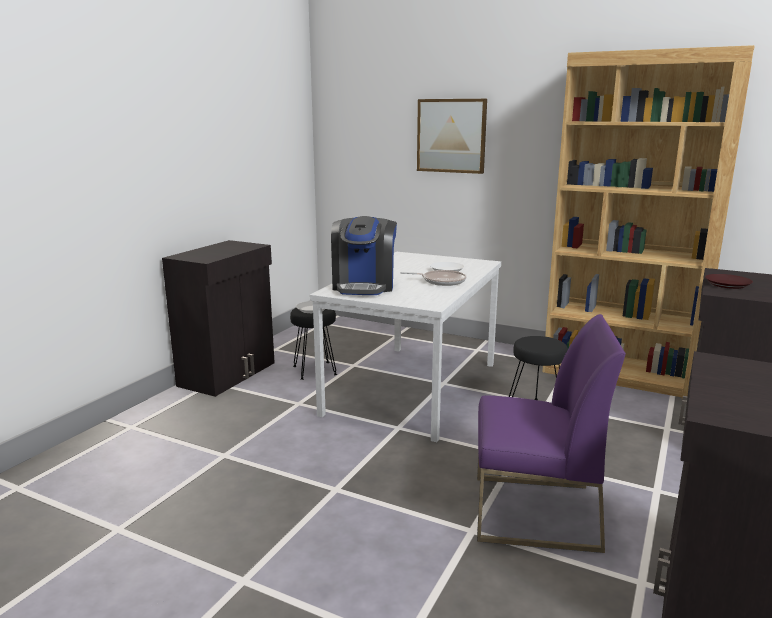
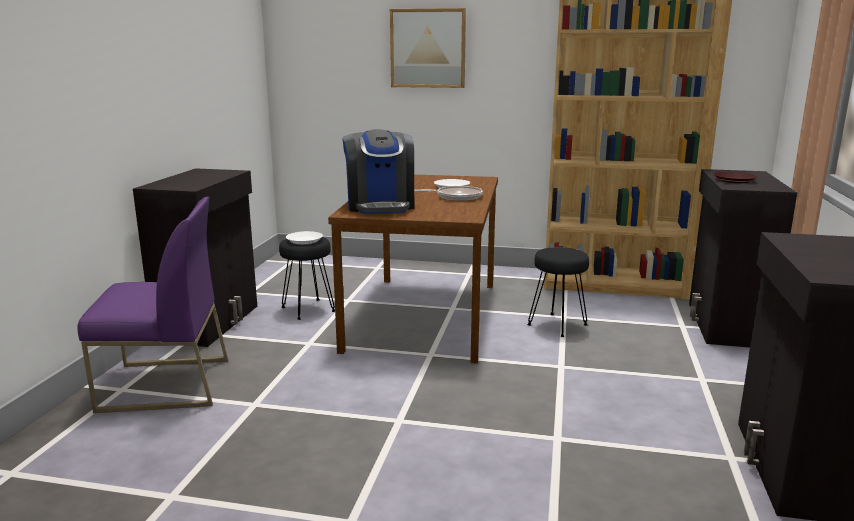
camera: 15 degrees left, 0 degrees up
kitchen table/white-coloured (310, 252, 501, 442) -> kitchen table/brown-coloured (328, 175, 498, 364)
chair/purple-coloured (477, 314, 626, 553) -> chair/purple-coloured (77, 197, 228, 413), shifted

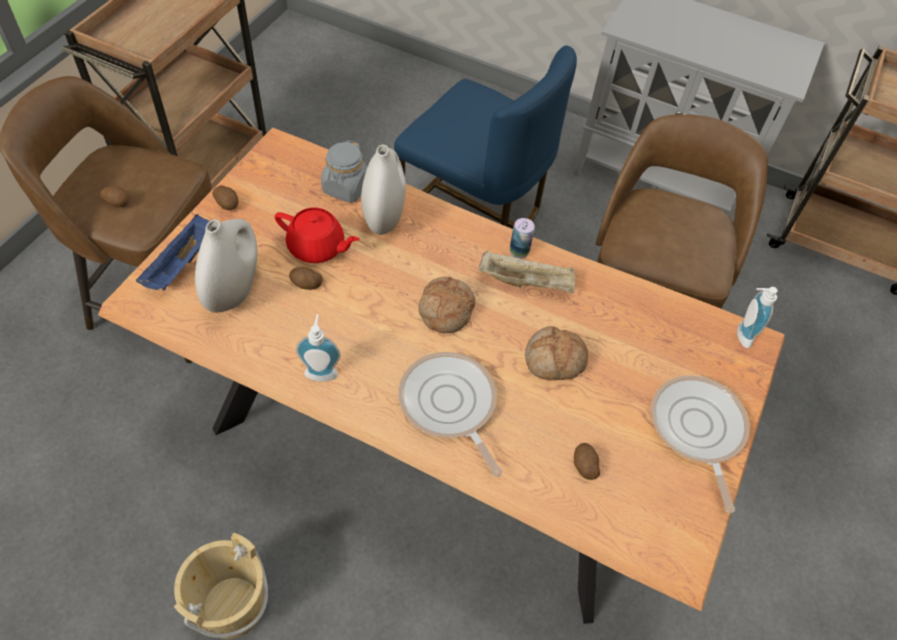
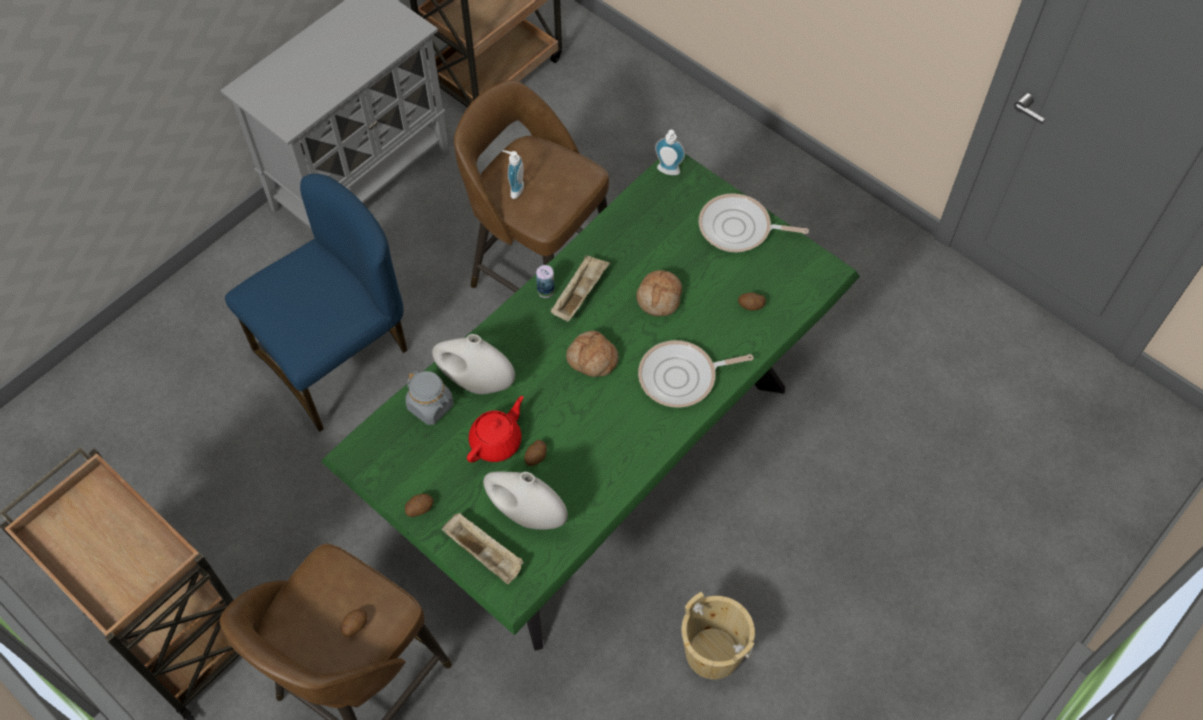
camera: 70 degrees left, 5 degrees up
kitchen table/brown-coloured (98, 127, 785, 624) -> kitchen table/green-coloured (321, 154, 860, 651)
tray/bluish (136, 214, 210, 290) -> tray/beige (442, 513, 523, 584)
soap bottle (296, 314, 341, 382) -> soap bottle (502, 150, 524, 199), shifted

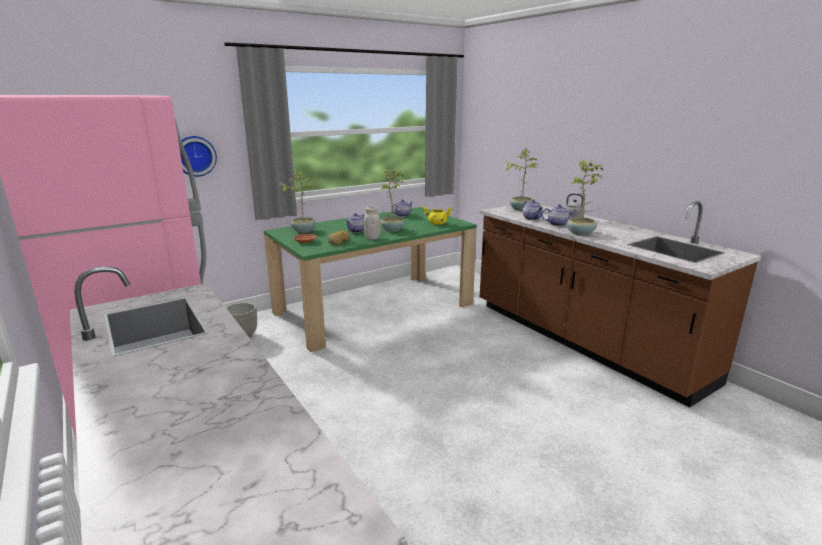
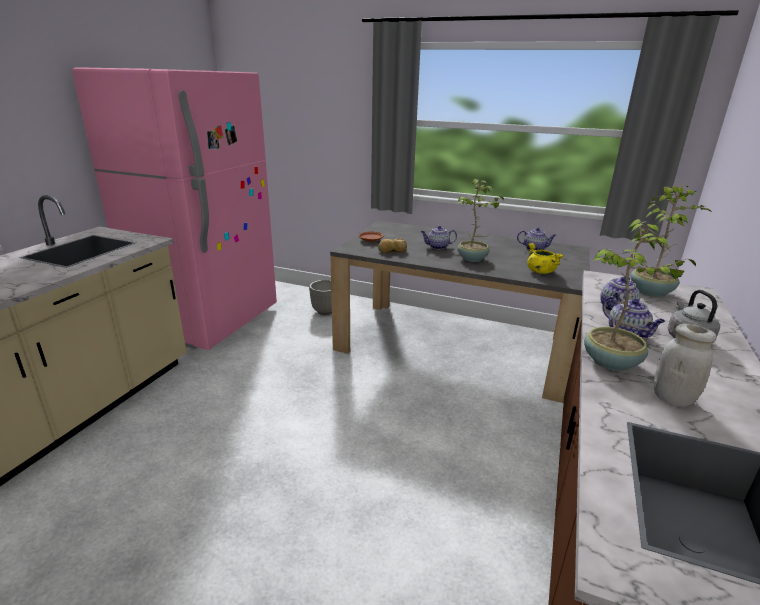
camera: 55 degrees right, 5 degrees up
wall clock (180, 136, 217, 177) -> none
potted plant (279, 170, 316, 233) -> none
kitchen table/green-coloured (264, 207, 477, 352) -> kitchen table/gray (330, 221, 590, 403)
jar/white-coloured (363, 207, 381, 240) -> jar/white-coloured (654, 323, 716, 407), shifted

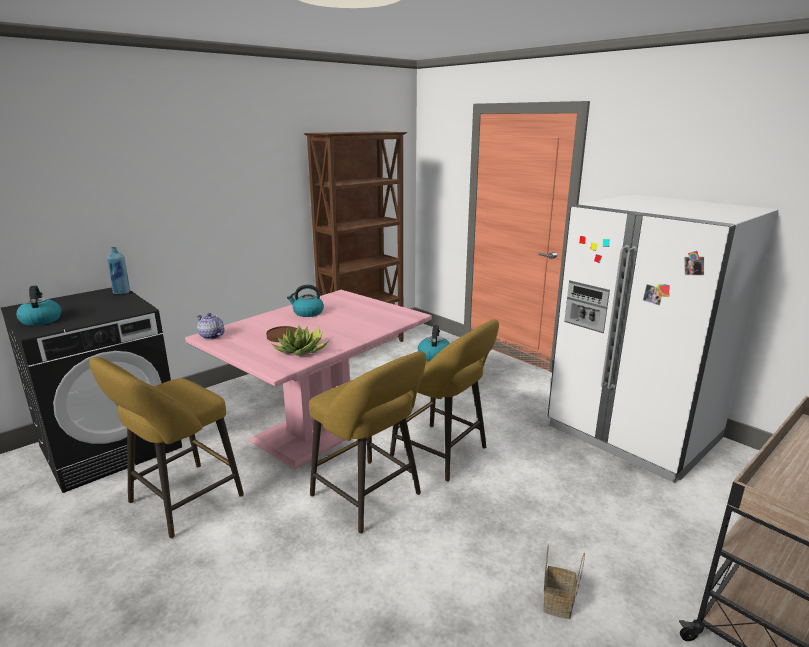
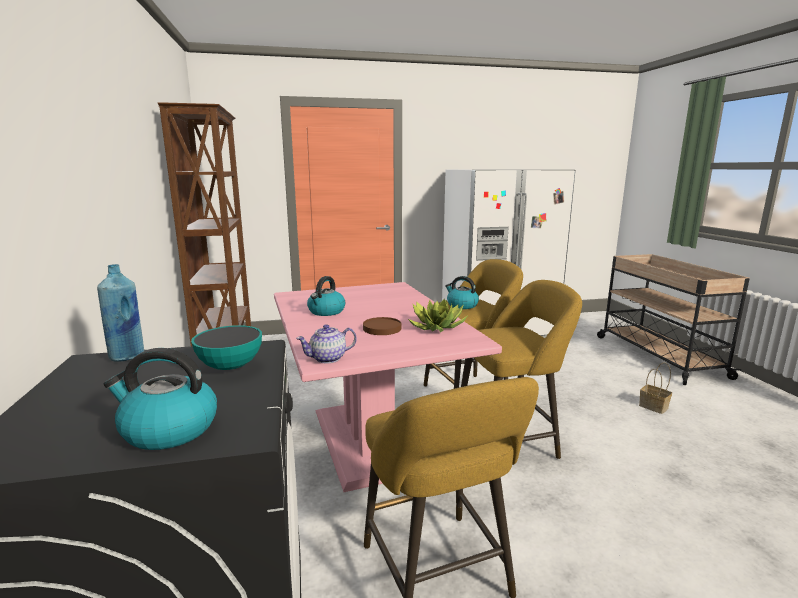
camera: 60 degrees left, 5 degrees down
none -> deep dish (191, 325, 262, 370)

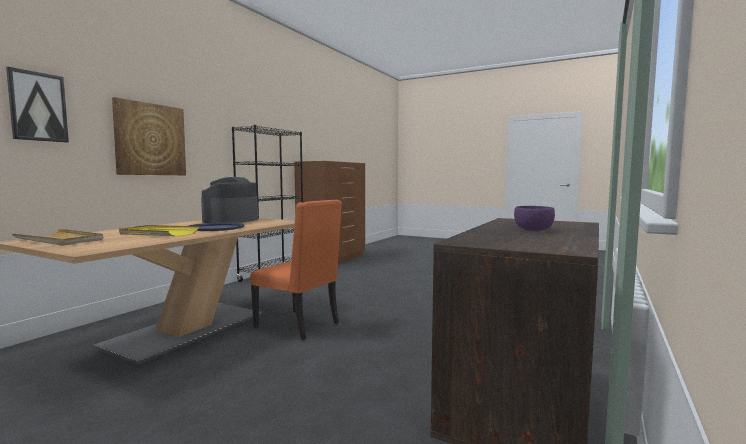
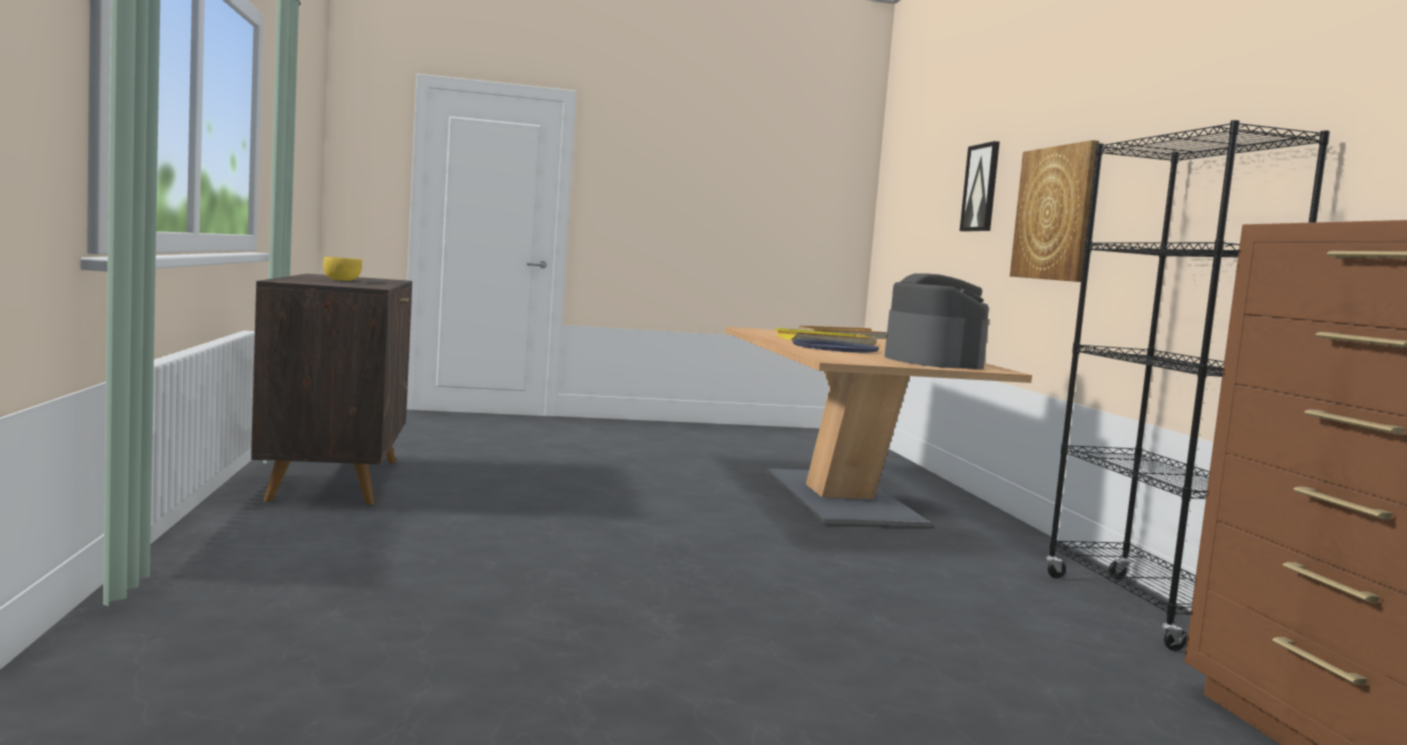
camera: 140 degrees right, 0 degrees up
chair/orangey (250, 200, 342, 340) -> none
deep dish/purple-coloured (514, 206, 555, 231) -> deep dish/yellow (323, 257, 362, 281)

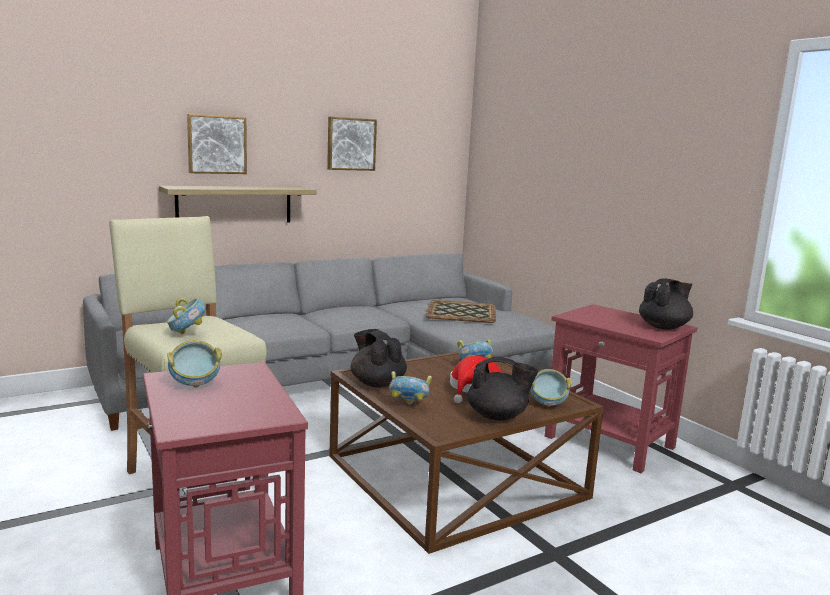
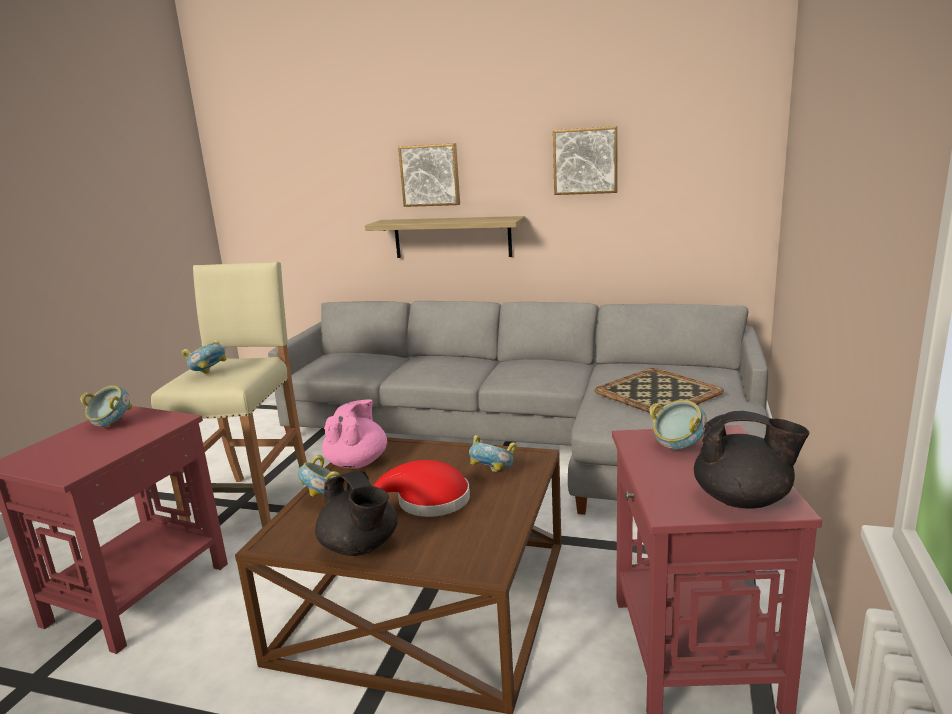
camera: 50 degrees right, 5 degrees up
pot for tea/black (350, 329, 407, 388) -> pot for tea/pink (322, 399, 387, 469)
deep dish (530, 369, 572, 407) -> deep dish (649, 400, 707, 450), shifted

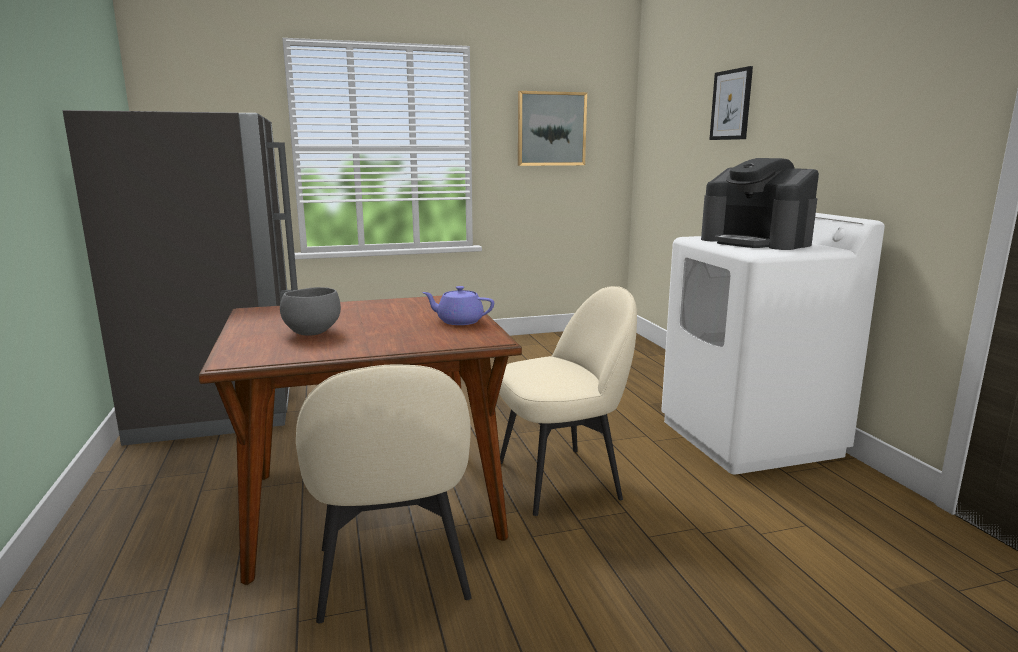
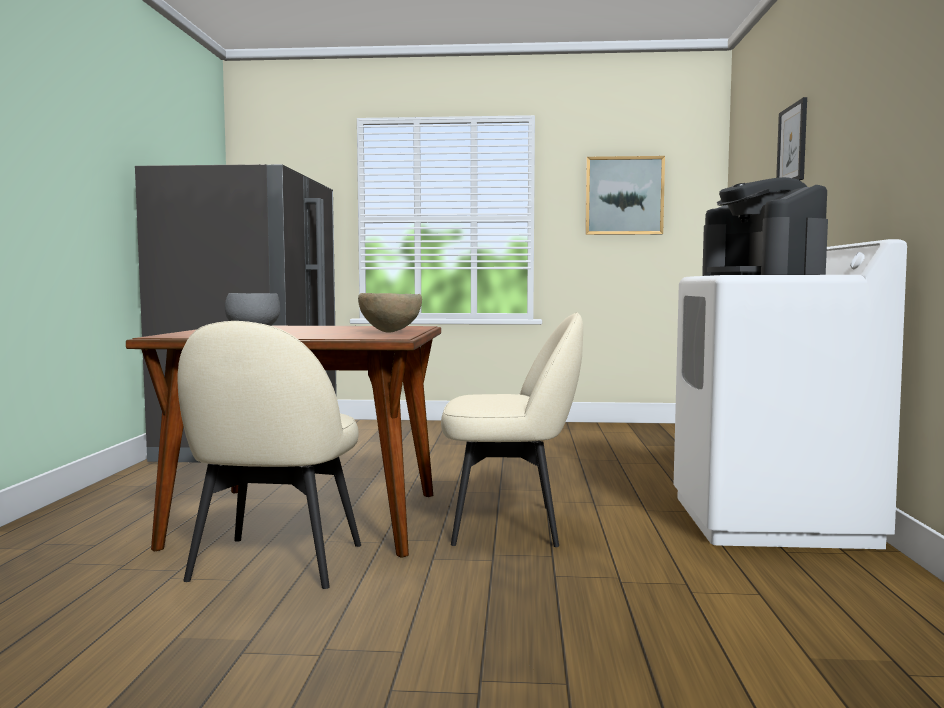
camera: 20 degrees right, 10 degrees down
pot for tea/purple-coloured (422, 286, 494, 325) -> deep dish/brown-coloured (358, 293, 422, 333)

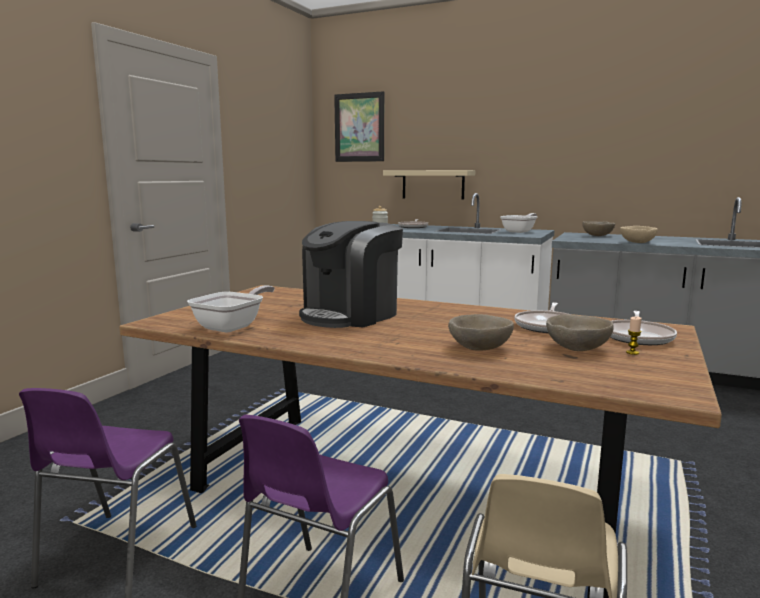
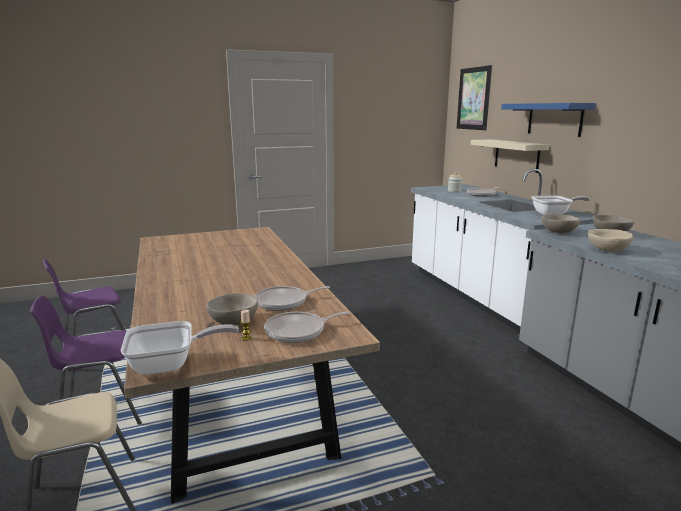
camera: 45 degrees right, 5 degrees up
coffee maker (299, 221, 403, 328) -> none
skillet (187, 285, 275, 332) -> skillet (121, 321, 239, 375), shifted
deep dish/beige (448, 314, 514, 351) -> deep dish/beige (541, 214, 581, 233), shifted
none -> bracket shelf/bluish (501, 103, 596, 137)

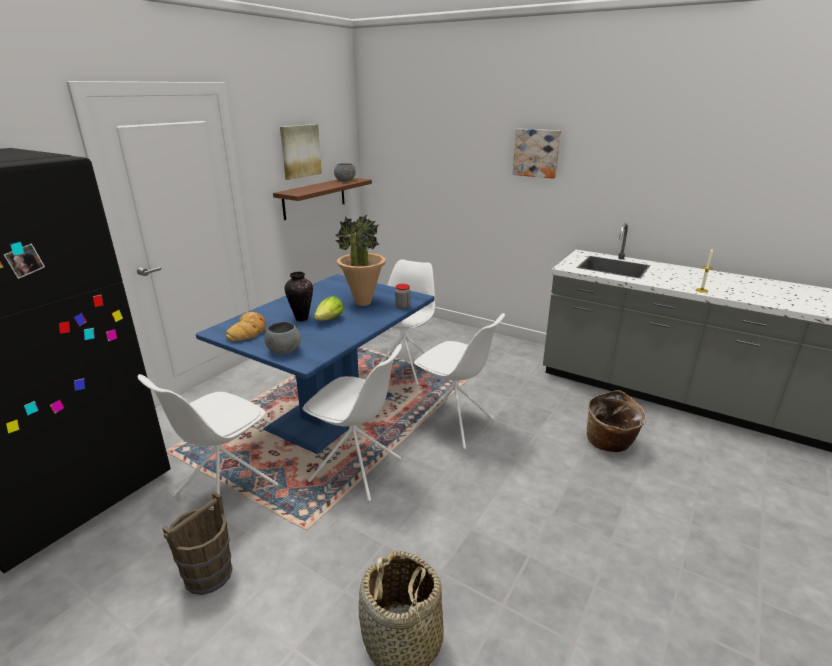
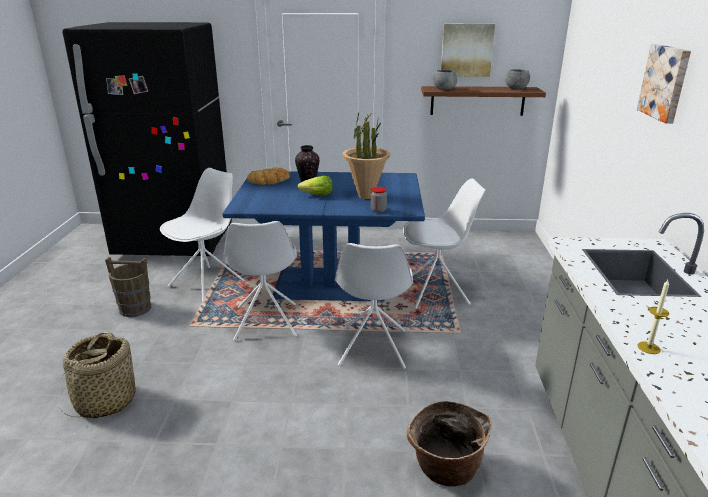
camera: 60 degrees right, 0 degrees up
deep dish/gray (265, 321, 301, 354) -> deep dish/gray (433, 70, 457, 90), shifted
chair/white-coloured (138, 374, 279, 498) -> chair/white-coloured (160, 168, 244, 303), 120 degrees clockwise

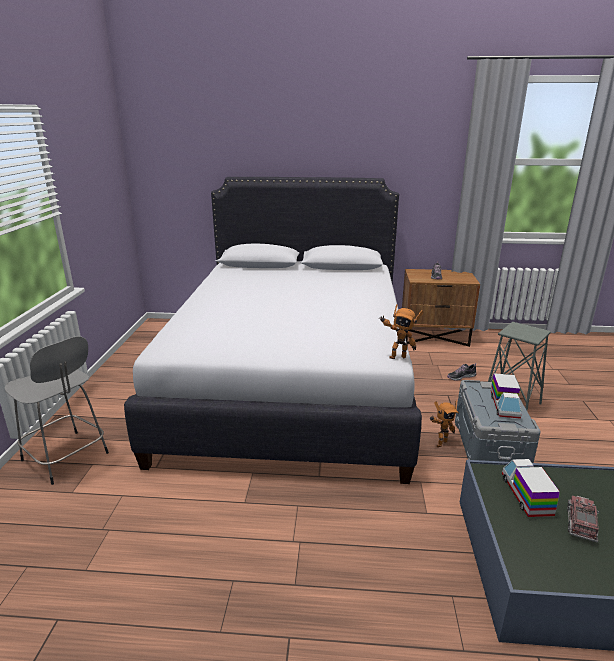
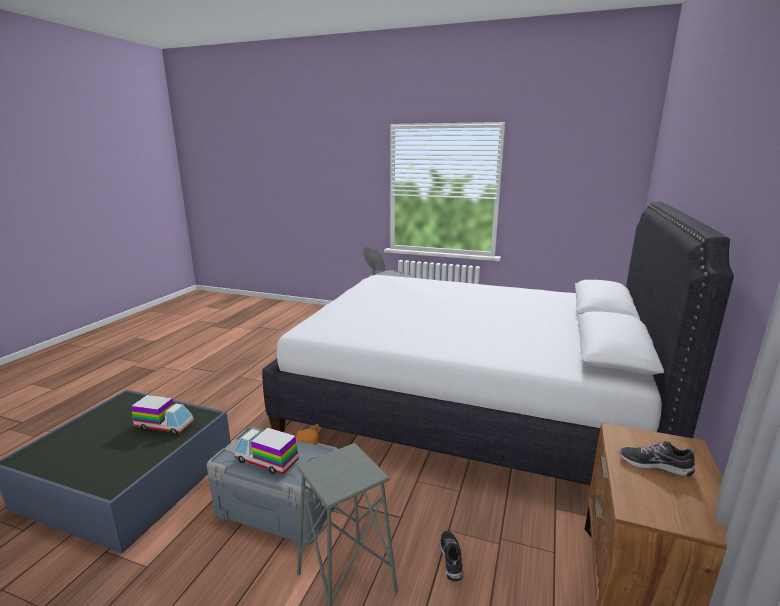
camera: 105 degrees right, 5 degrees down
robot figure (379, 304, 423, 359) -> none
model truck (567, 495, 599, 542) -> none

